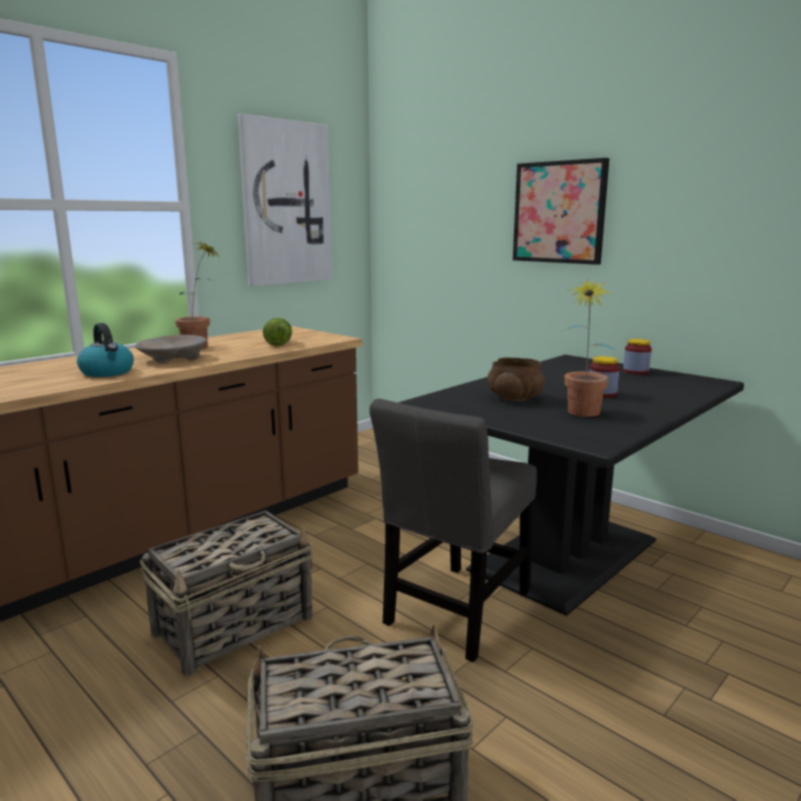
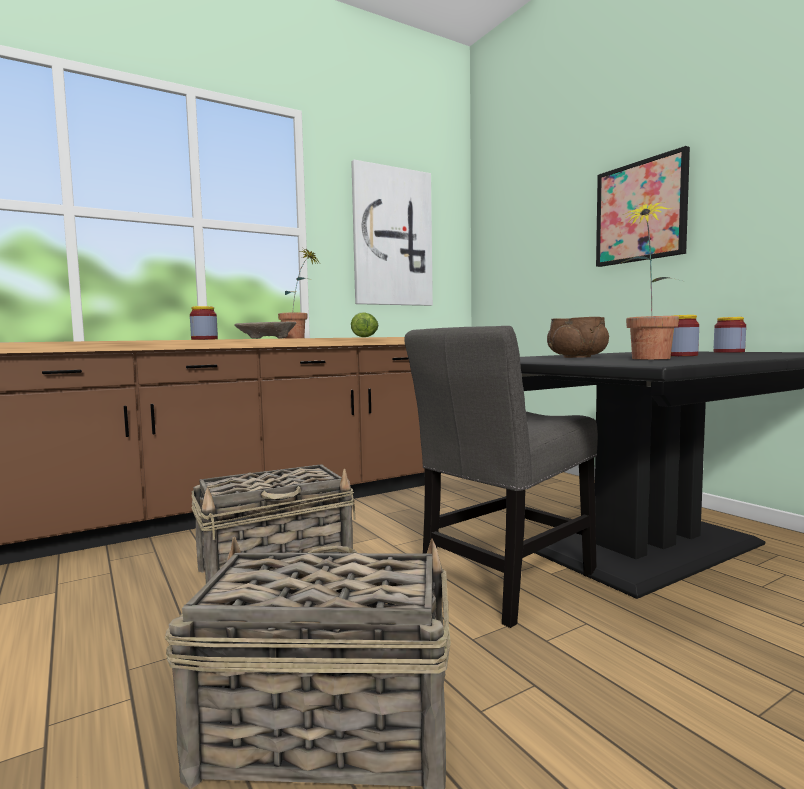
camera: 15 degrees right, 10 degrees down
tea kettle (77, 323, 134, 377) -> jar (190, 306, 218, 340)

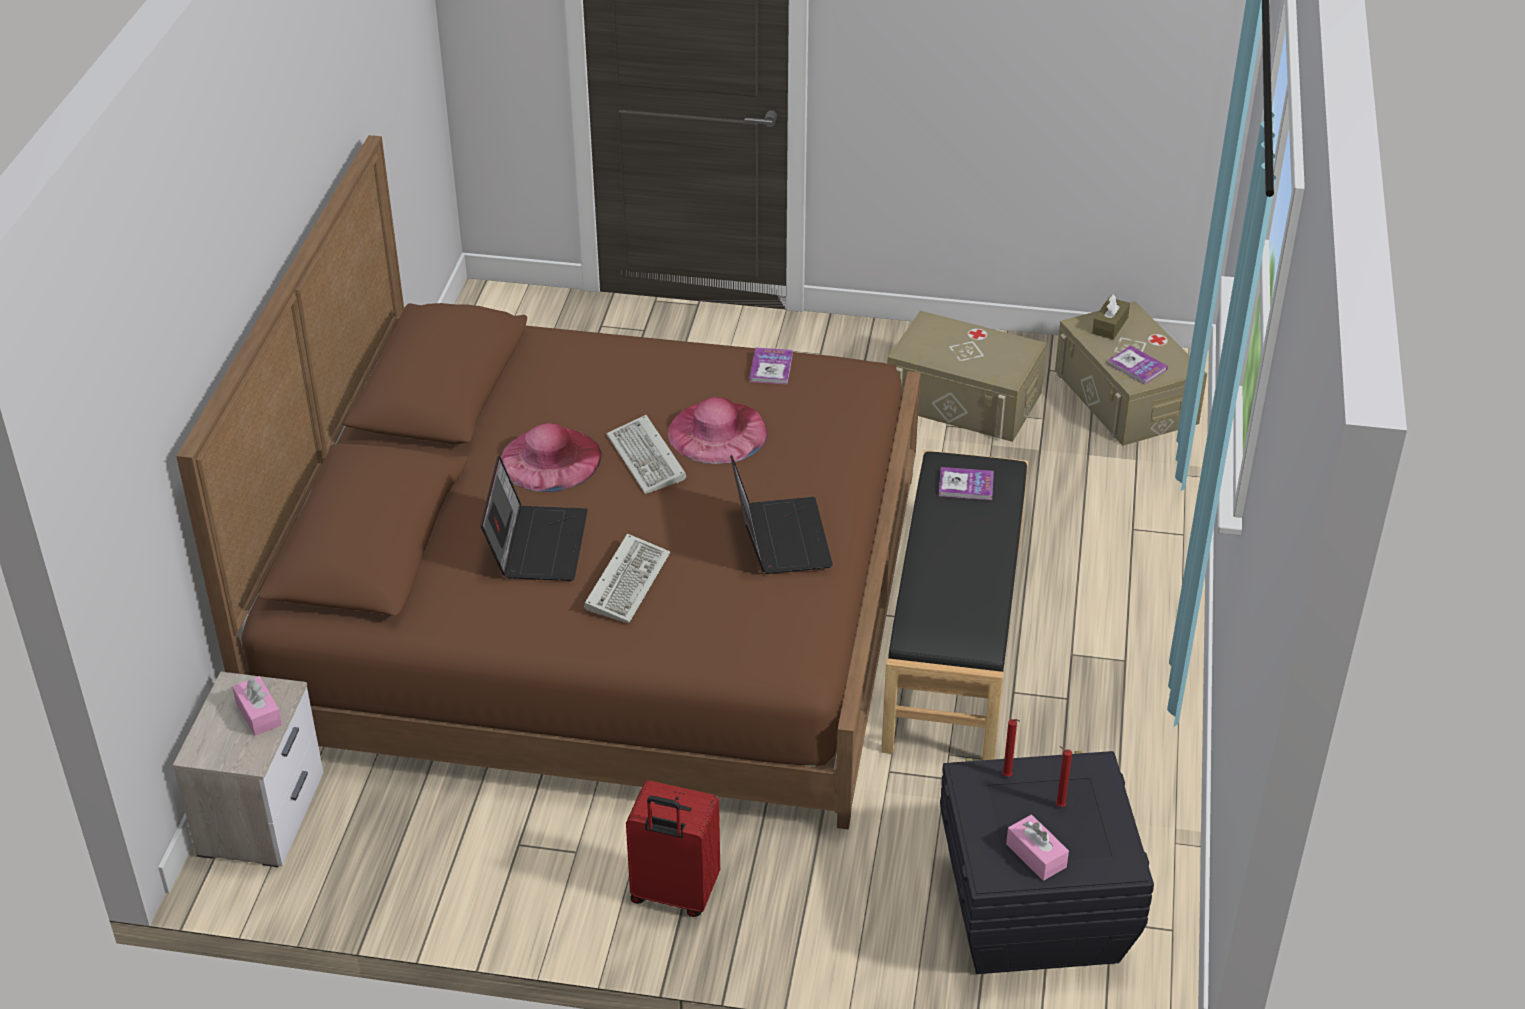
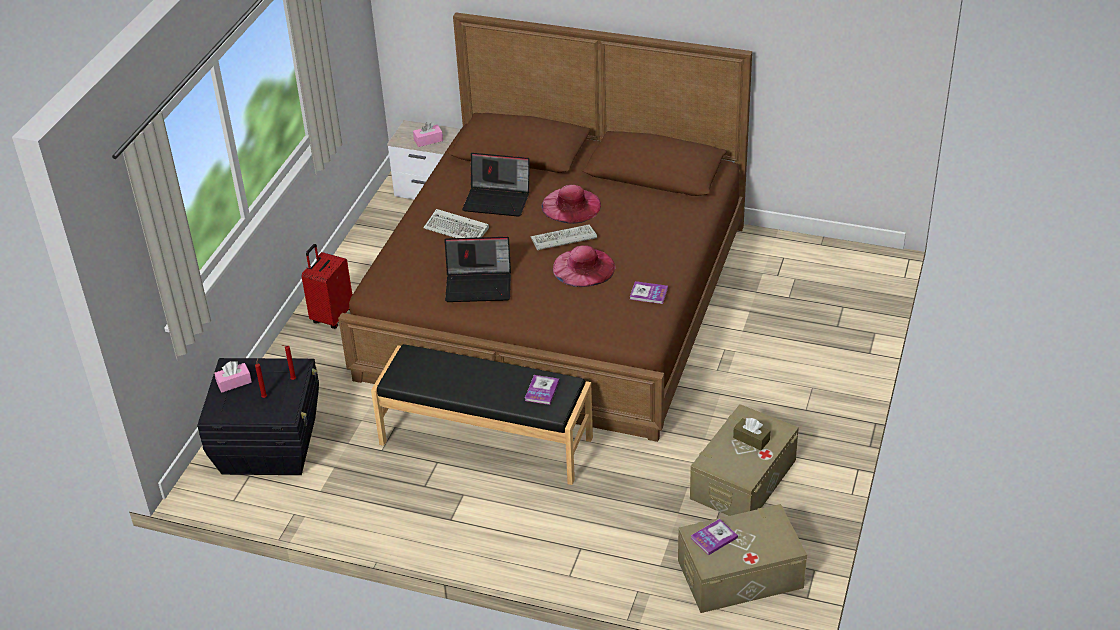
camera: 100 degrees right, 0 degrees up
tissue box/brown-coloured (1092, 294, 1130, 339) -> tissue box/brown-coloured (733, 418, 770, 450), shifted

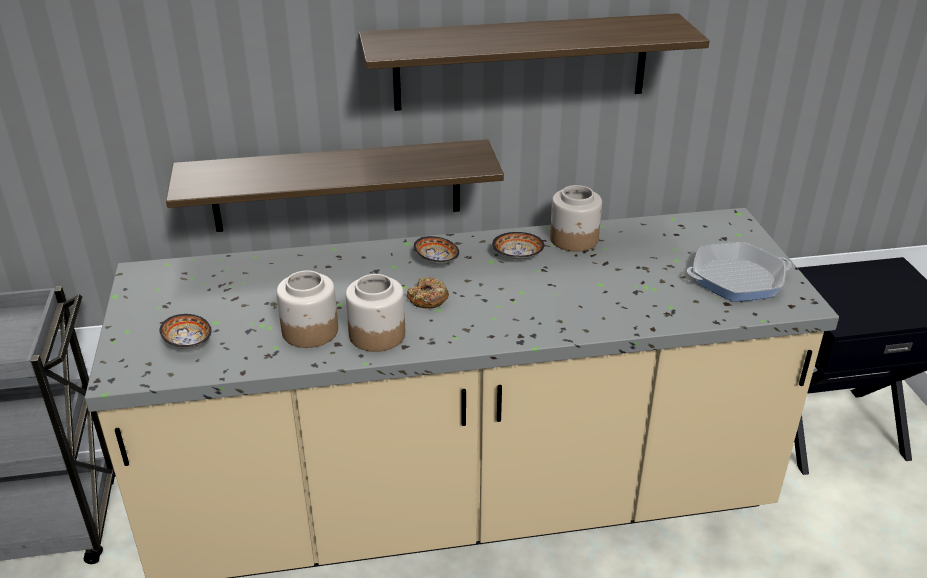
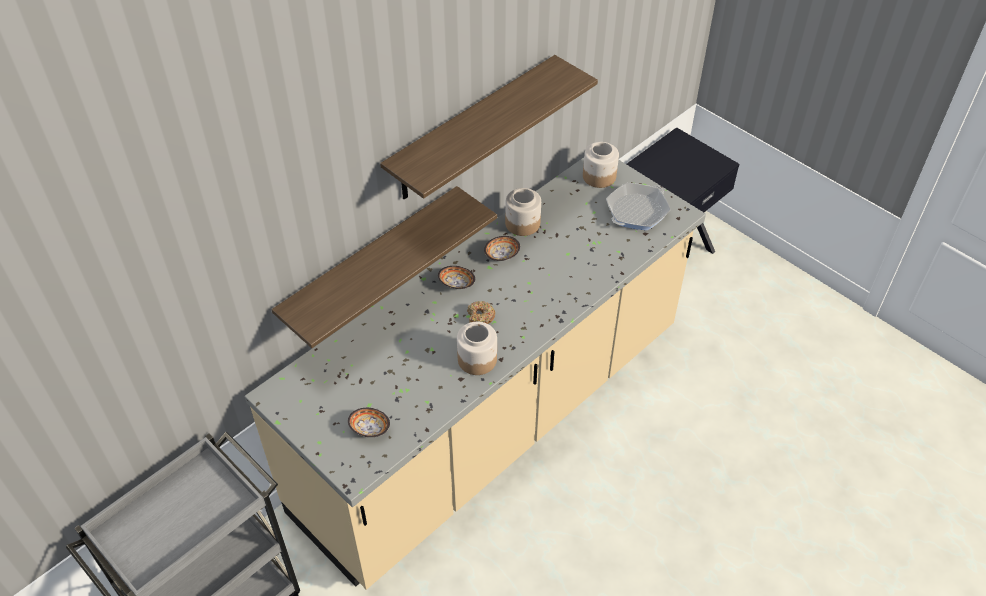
camera: 35 degrees left, 15 degrees up
jar (276, 270, 338, 348) -> jar (583, 142, 619, 188), shifted

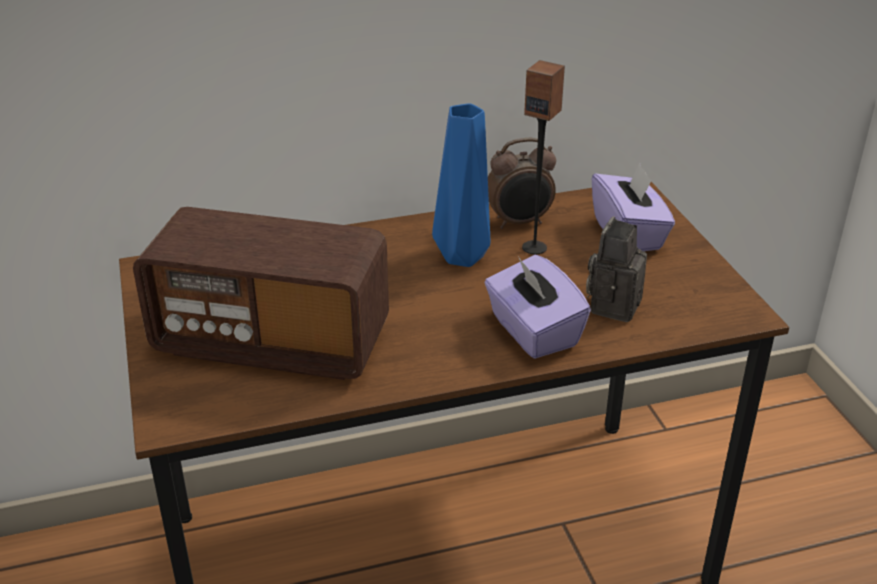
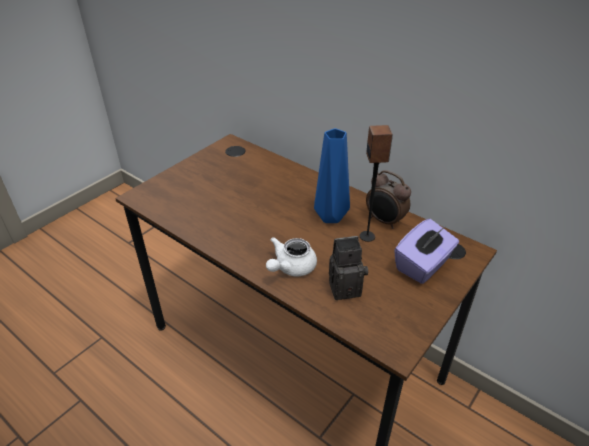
camera: 55 degrees right, 5 degrees up
radio (133, 207, 389, 380) -> none
tissue box/purple-coloured (485, 255, 591, 359) -> pot for tea/white-coloured (266, 237, 317, 276)

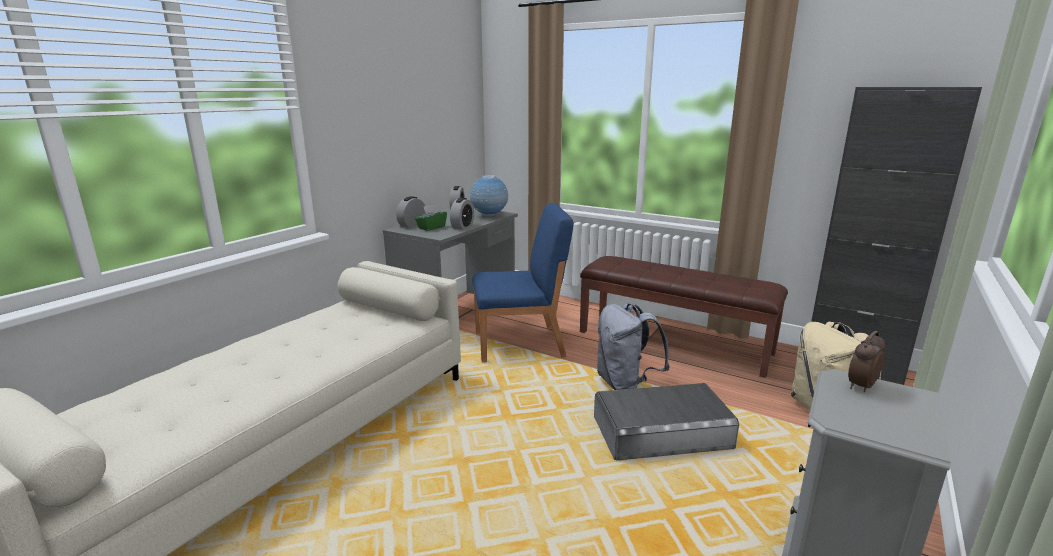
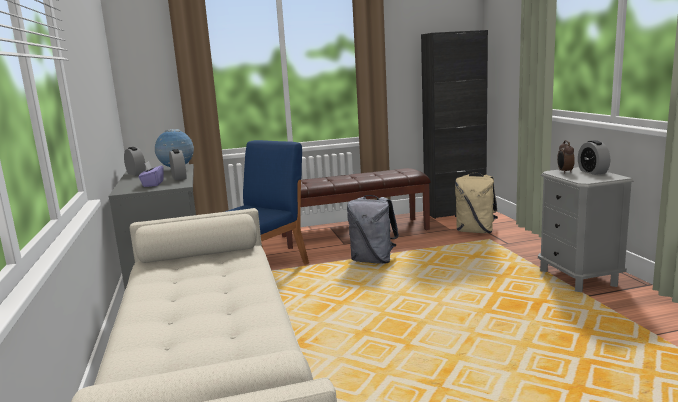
camera: 45 degrees left, 5 degrees down
bedside clock (396, 196, 426, 228) -> bedside clock (578, 140, 610, 175), shifted
tissue box/green-coloured (415, 205, 447, 231) -> tissue box/purple-coloured (138, 161, 164, 187)
storage bin/gray (594, 383, 739, 461) -> none

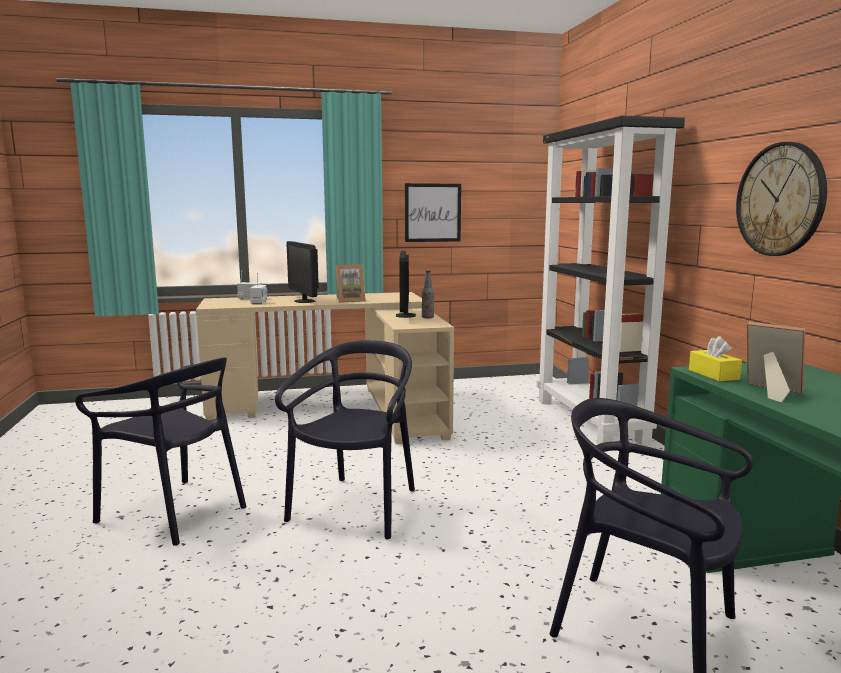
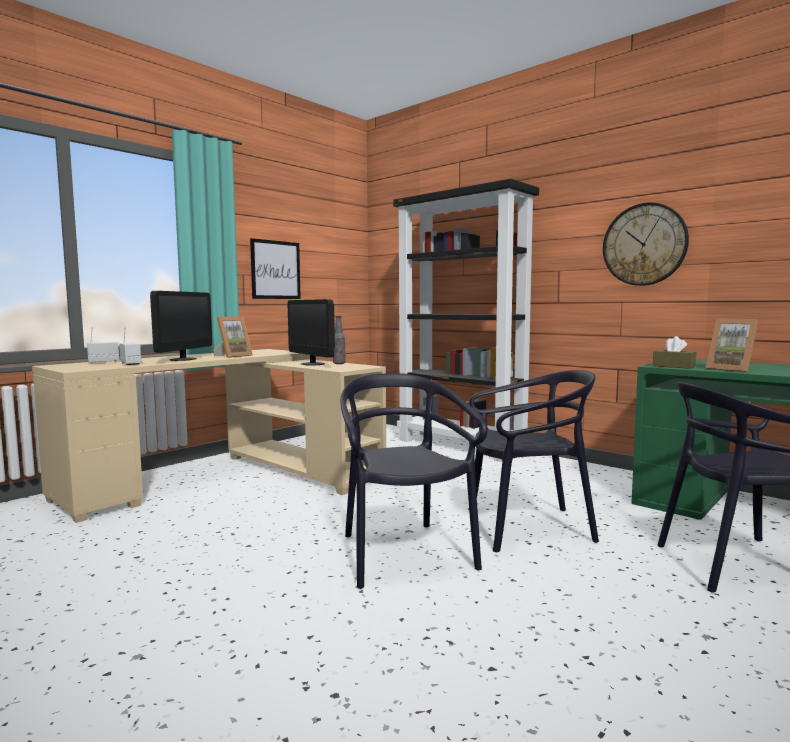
camera: 35 degrees left, 5 degrees down
computer screen (287, 241, 319, 303) -> computer screen (150, 291, 212, 361), 105 degrees counterclockwise
standing frame (747, 322, 806, 402) -> standing frame (706, 318, 759, 372), 135 degrees counterclockwise
tissue box/yellow (689, 336, 742, 382) -> tissue box/brown-coloured (653, 336, 696, 369)
chair/black (75, 357, 246, 546) -> chair/black (469, 370, 599, 552), shifted

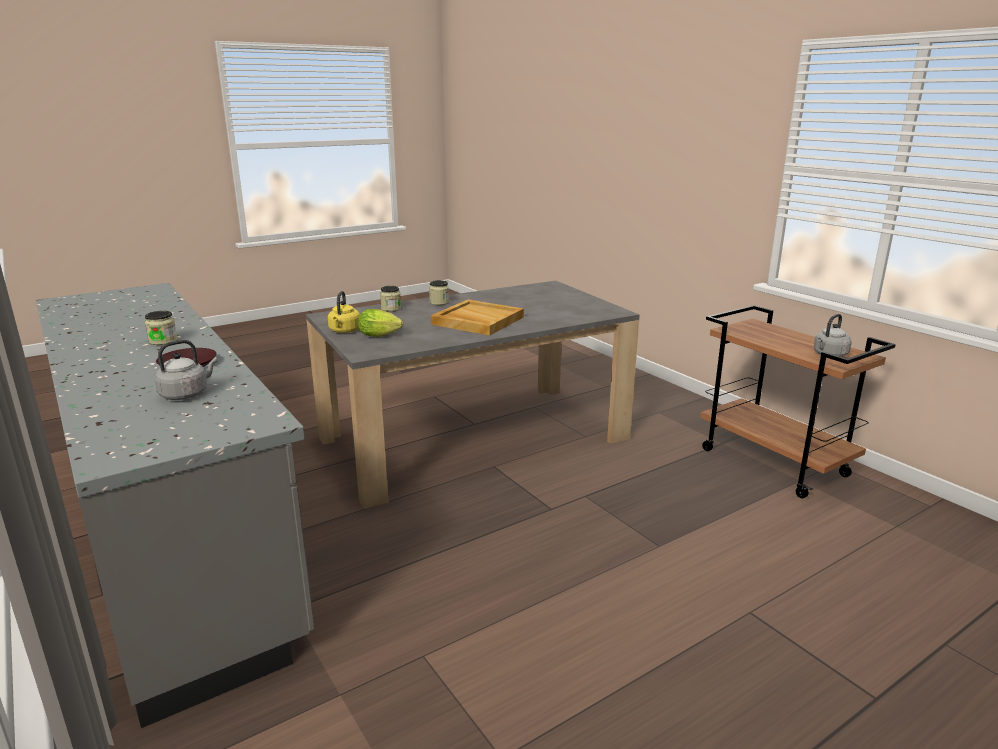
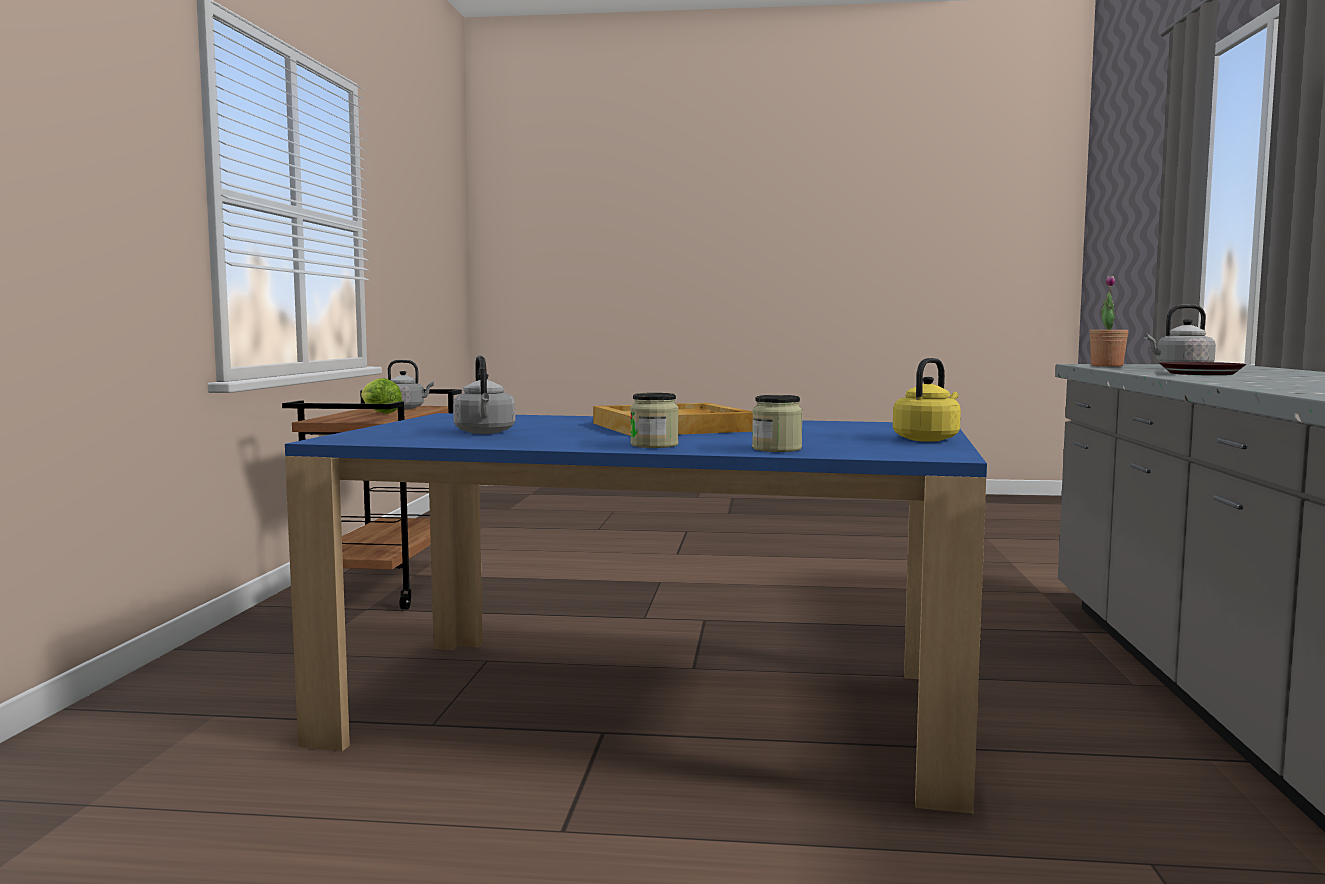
camera: 140 degrees left, 15 degrees down
kitchen table/gray (306, 281, 640, 509) -> kitchen table/bluish (285, 413, 987, 814)
head of lettuce (358, 309, 403, 337) -> head of lettuce (361, 378, 402, 414), shifted
jar (145, 311, 178, 345) -> none
none -> potted plant (1089, 276, 1128, 367)
none -> tea kettle/gray (453, 356, 515, 434)

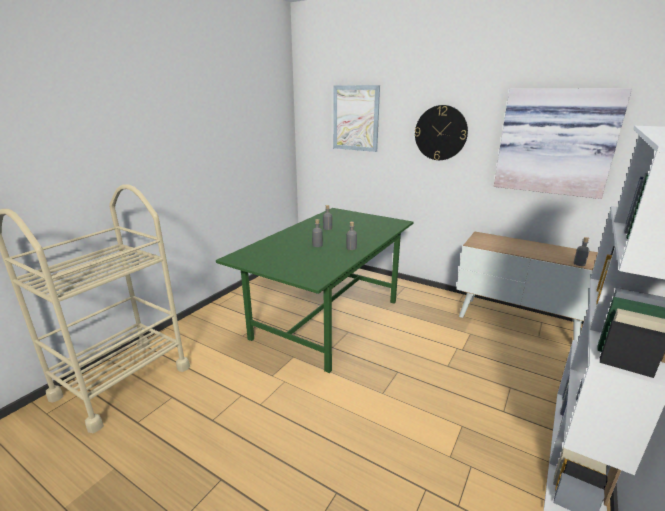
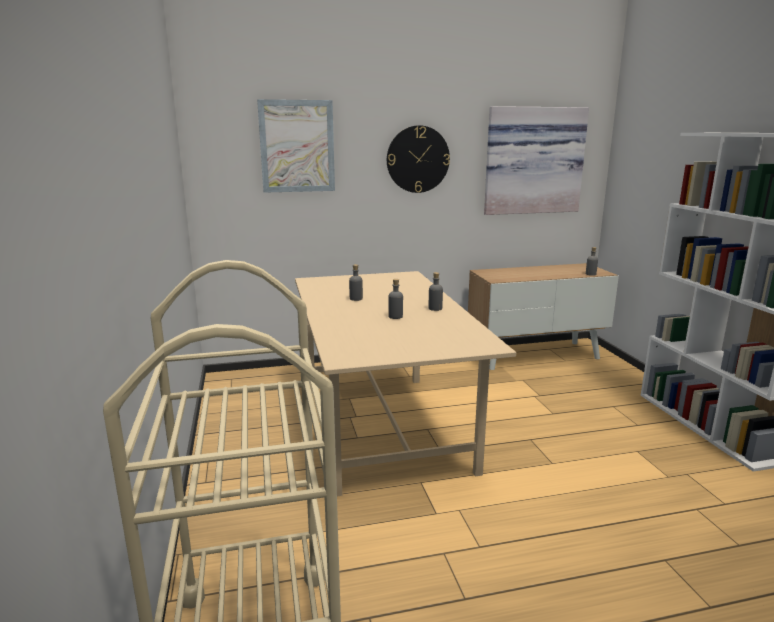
camera: 45 degrees left, 5 degrees down
kitchen table/green-coloured (216, 208, 413, 373) -> kitchen table/beige (295, 271, 516, 496)

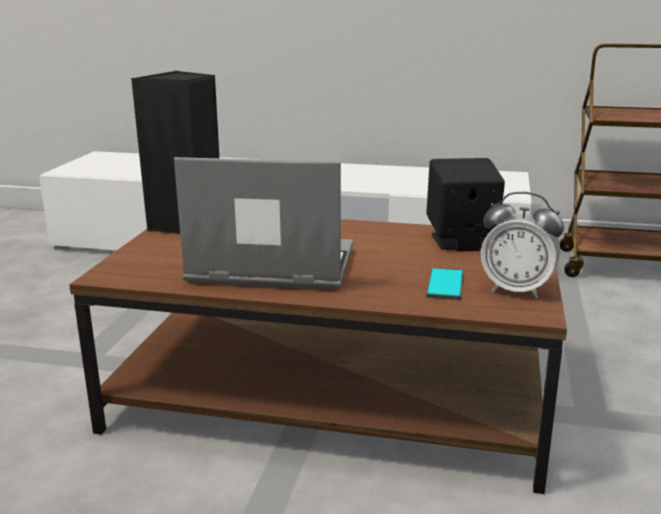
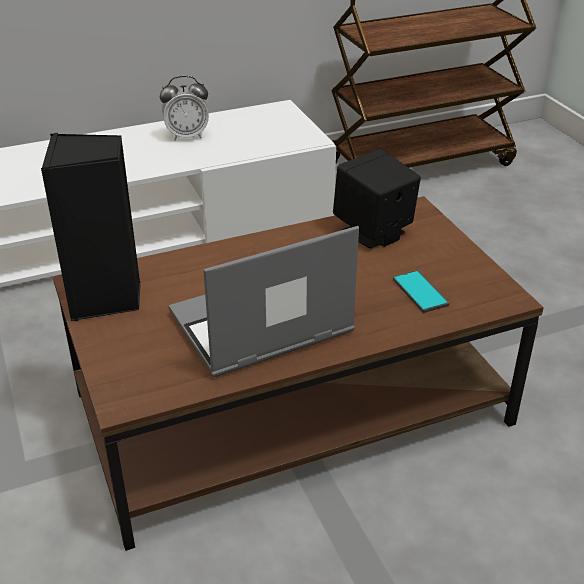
camera: 35 degrees left, 15 degrees up
bedside clock (481, 192, 564, 299) -> bedside clock (160, 76, 209, 141), shifted

